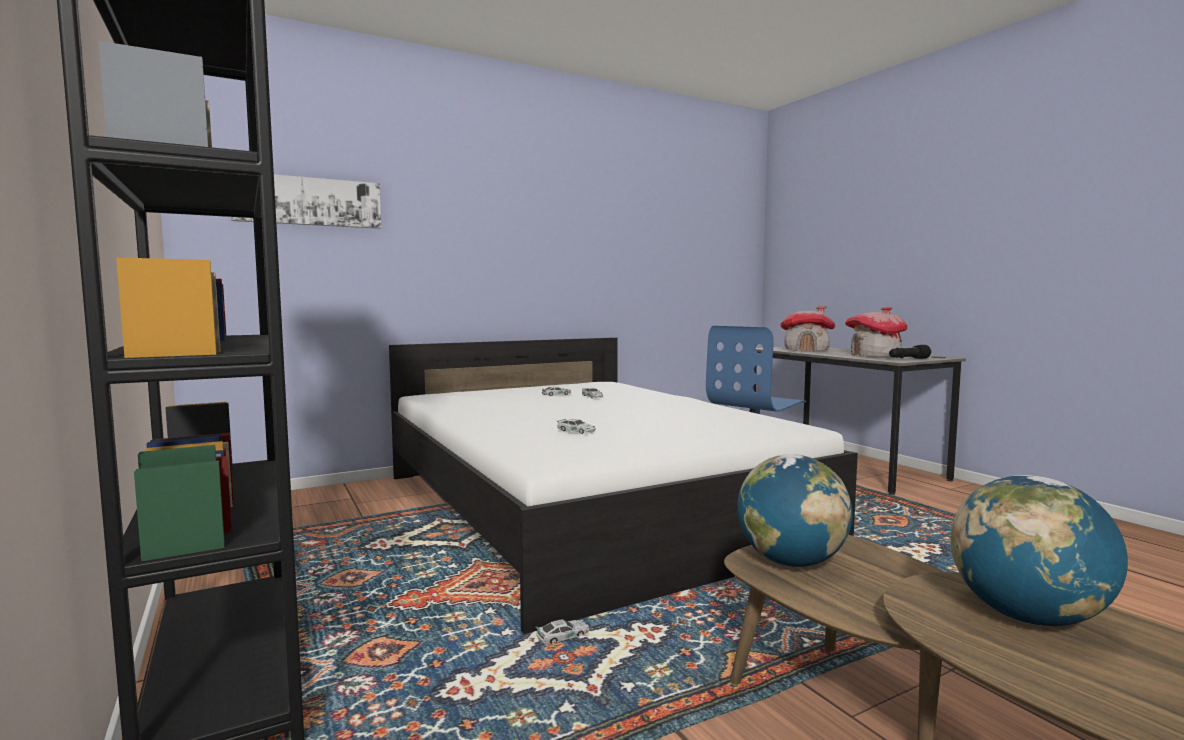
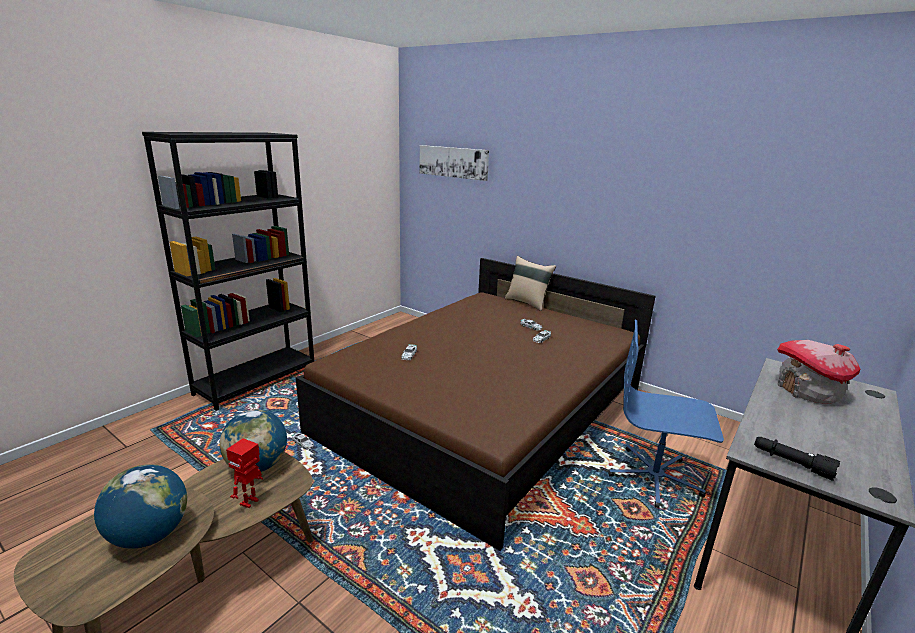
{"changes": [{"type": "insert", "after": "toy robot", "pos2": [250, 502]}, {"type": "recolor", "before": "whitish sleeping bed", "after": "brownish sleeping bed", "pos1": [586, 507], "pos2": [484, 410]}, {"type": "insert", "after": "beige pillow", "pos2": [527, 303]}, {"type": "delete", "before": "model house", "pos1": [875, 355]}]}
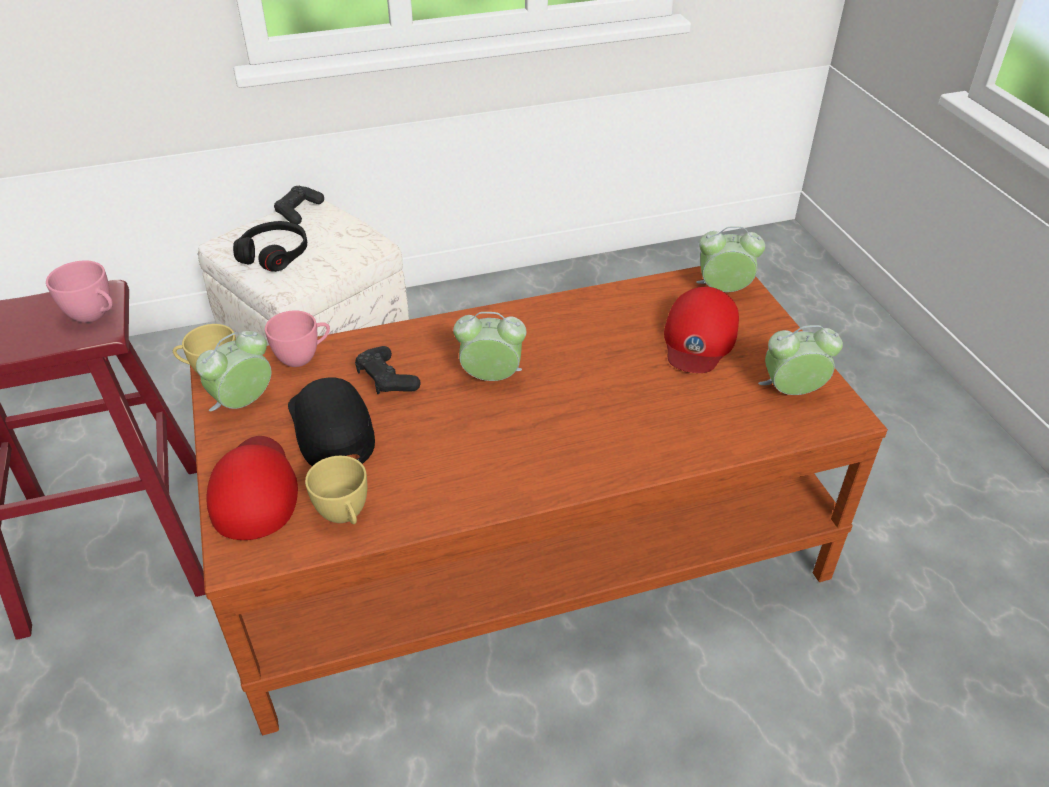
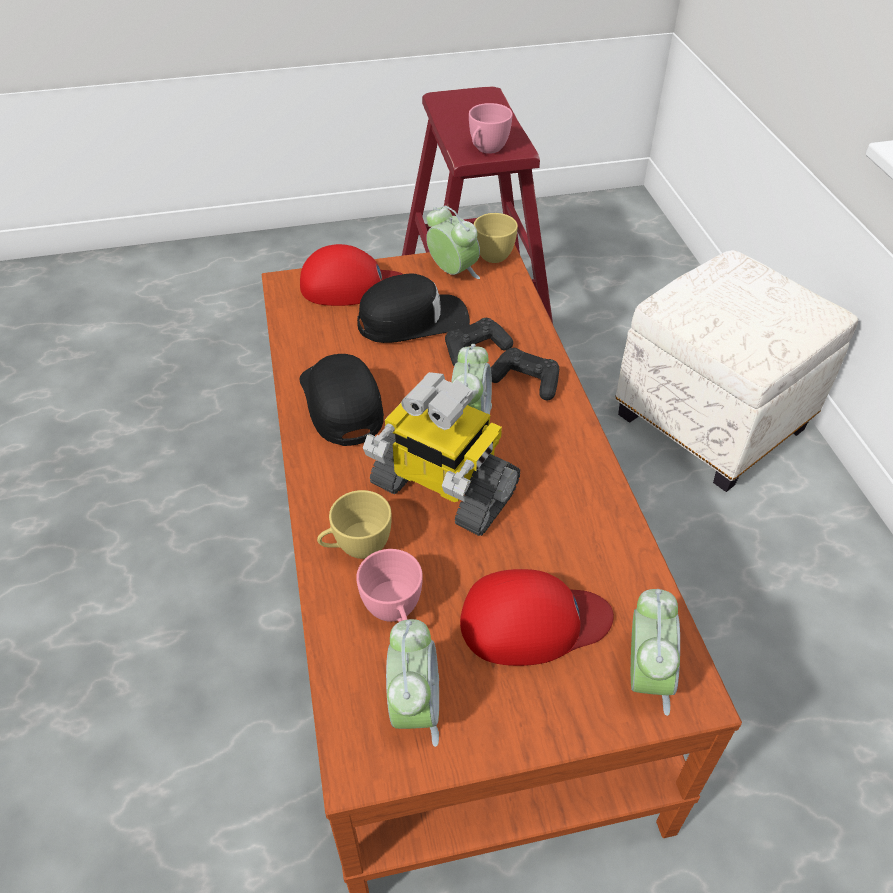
{"changes": [{"type": "insert", "after": "blackish peaked cap", "pos2": [342, 403]}, {"type": "move", "before": "yellowish drinking cup", "pos1": [345, 516], "pos2": [356, 547]}, {"type": "move", "before": "pink drinking cup", "pos1": [303, 356], "pos2": [394, 612]}, {"type": "insert", "after": "toy robot", "pos2": [442, 489]}, {"type": "rotate", "before": "red peaked cap", "pos1": [699, 338], "pos2": [533, 621], "turn": 150}, {"type": "move", "before": "blackish game controller", "pos1": [299, 211], "pos2": [525, 381]}, {"type": "delete", "before": "blackish pair of headphones", "pos1": [274, 254]}]}
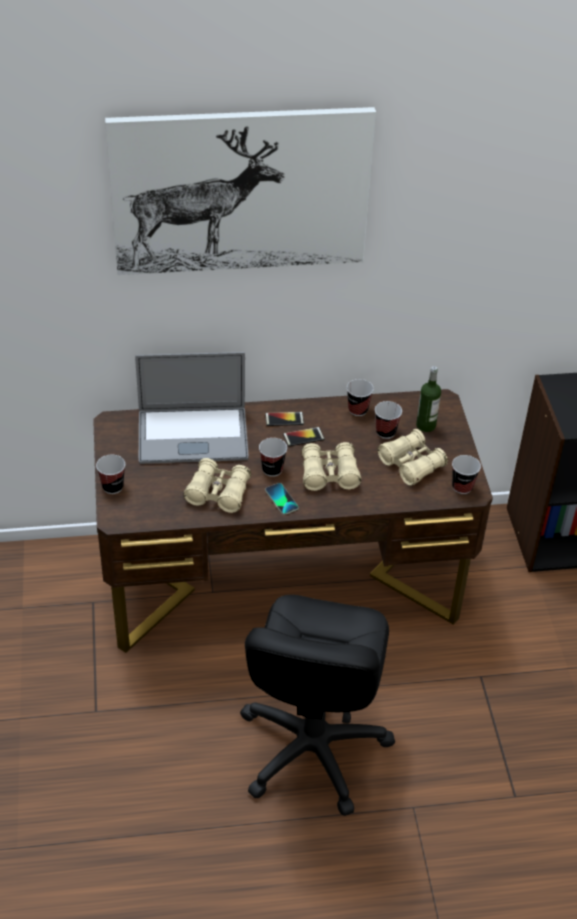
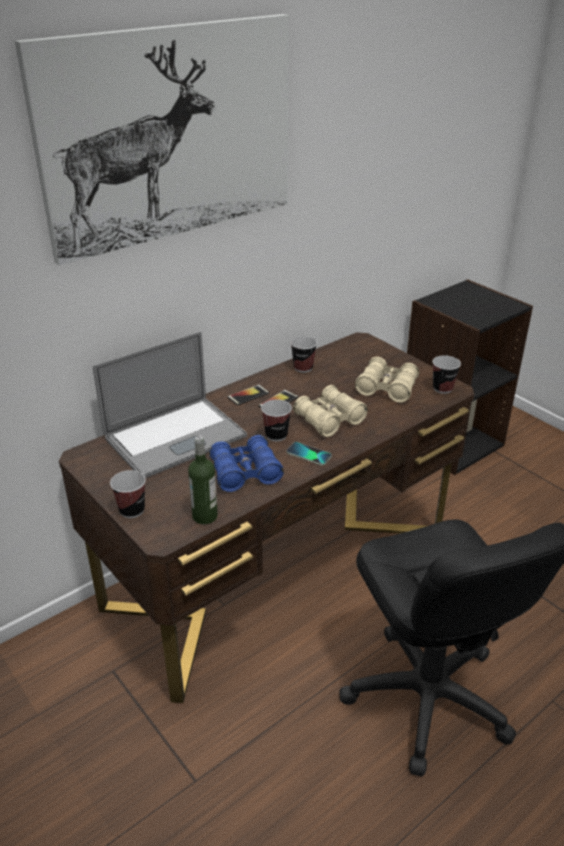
{"changes": [{"type": "move", "before": "bottle", "pos1": [426, 425], "pos2": [205, 516]}, {"type": "recolor", "before": "beige pair of binoculars", "after": "blue-coloured pair of binoculars", "pos1": [218, 493], "pos2": [245, 473]}, {"type": "delete", "before": "drinking cup", "pos1": [385, 432]}]}
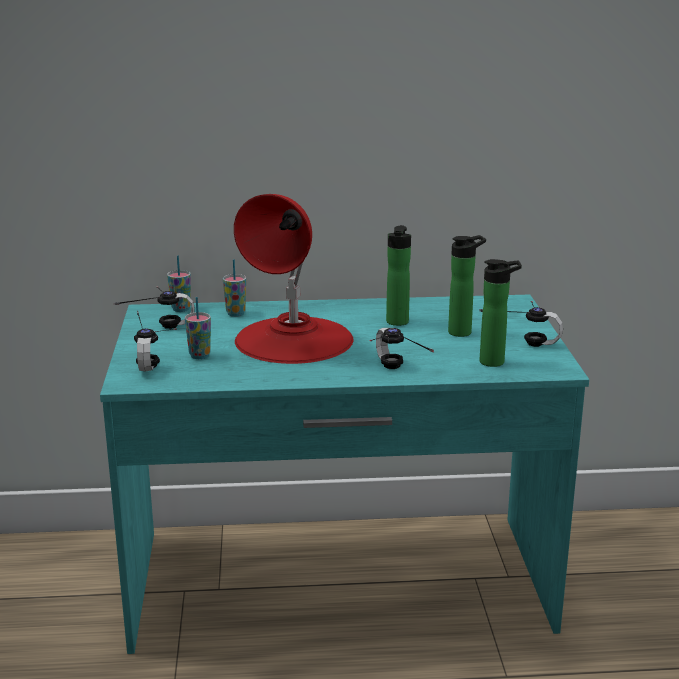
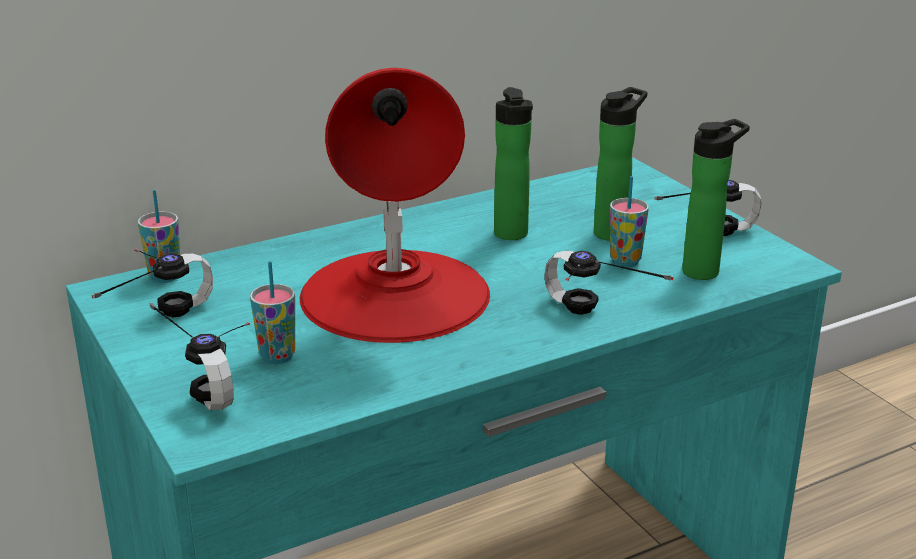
{"changes": [{"type": "move", "before": "drinking cup", "pos1": [235, 314], "pos2": [625, 261]}]}
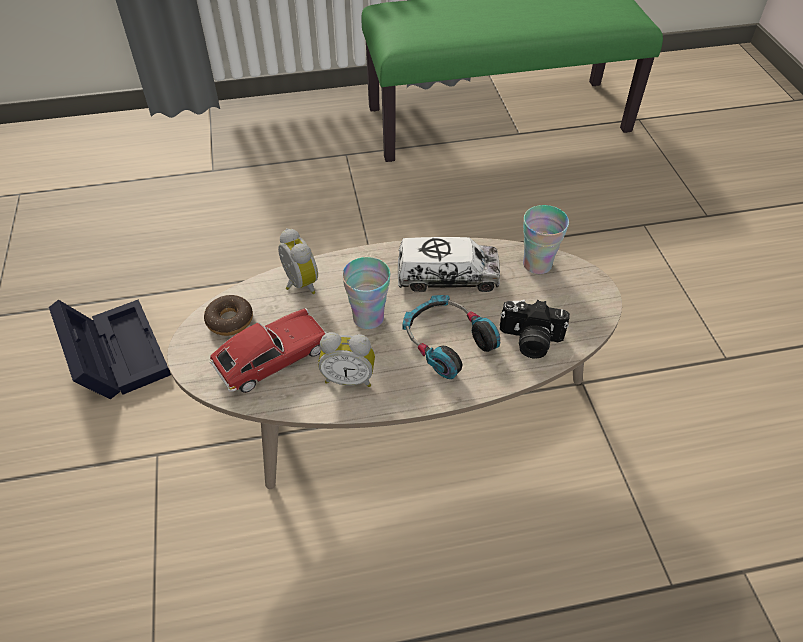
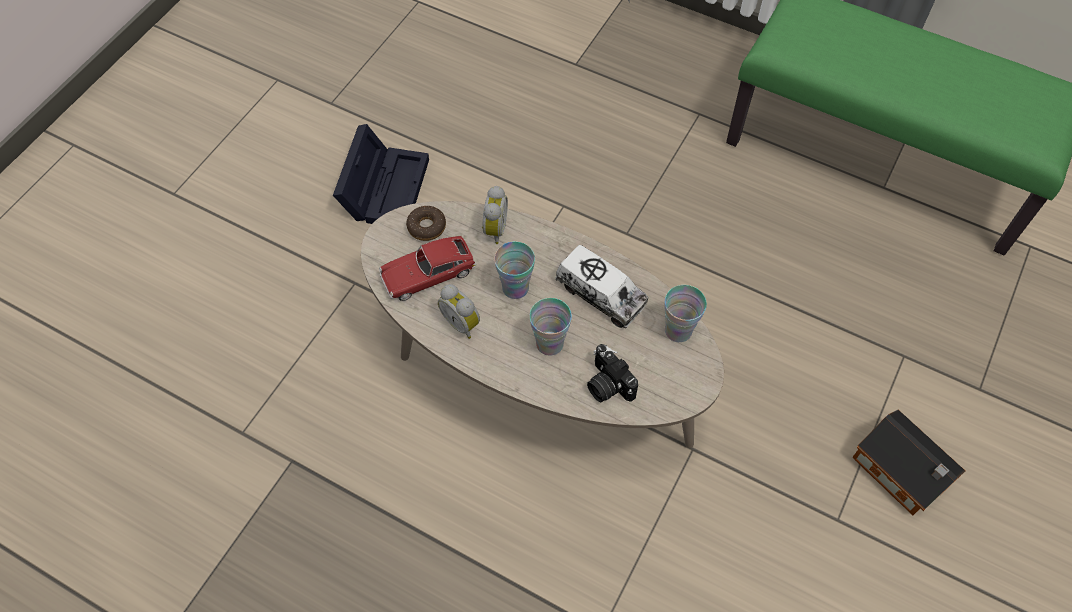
{"changes": [{"type": "rotate", "before": "miniature car", "pos1": [272, 358], "pos2": [428, 274], "turn": 150}, {"type": "replace", "before": "pair of headphones", "after": "drinking cup", "pos1": [446, 342], "pos2": [549, 343]}, {"type": "insert", "after": "model house", "pos2": [901, 474]}]}
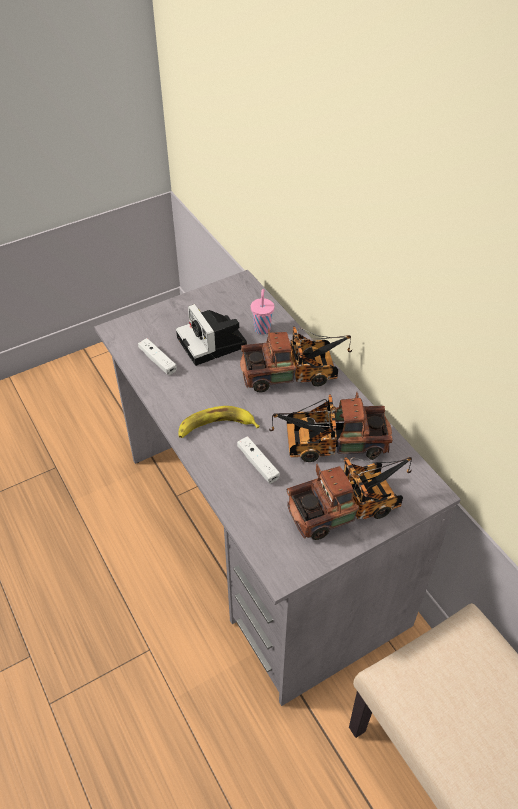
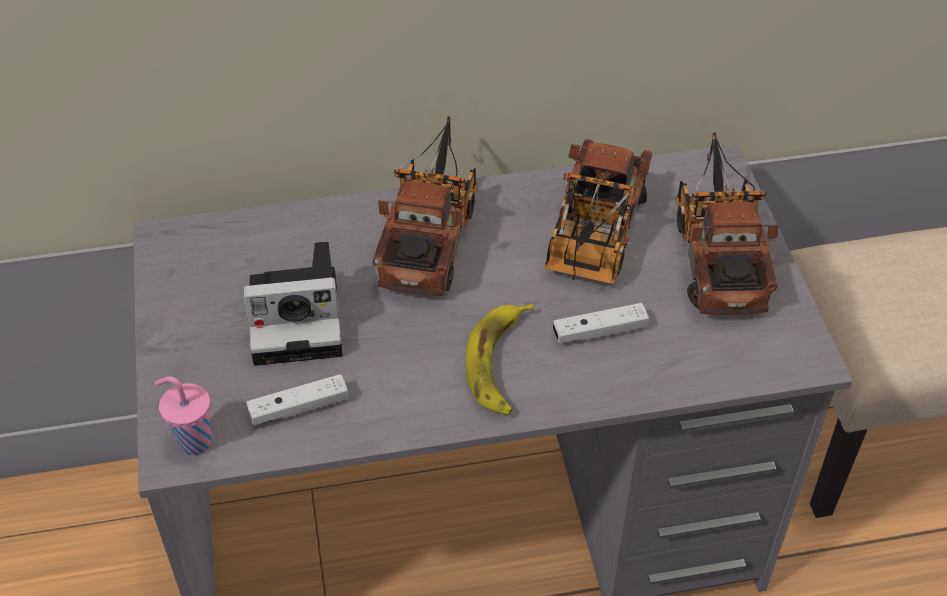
{"changes": [{"type": "move", "before": "pink drinking cup", "pos1": [262, 328], "pos2": [193, 441]}]}
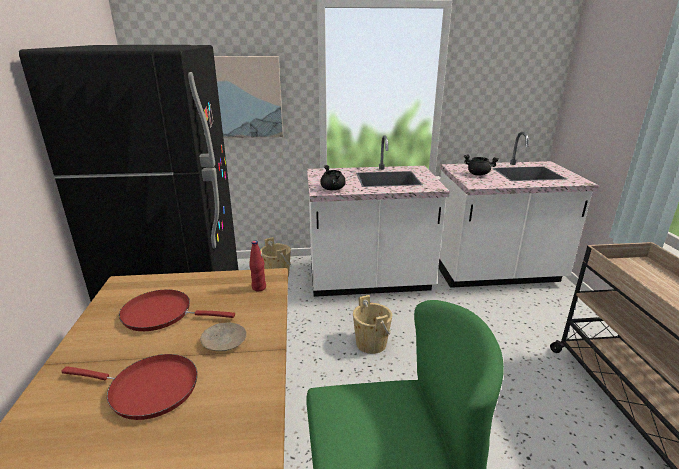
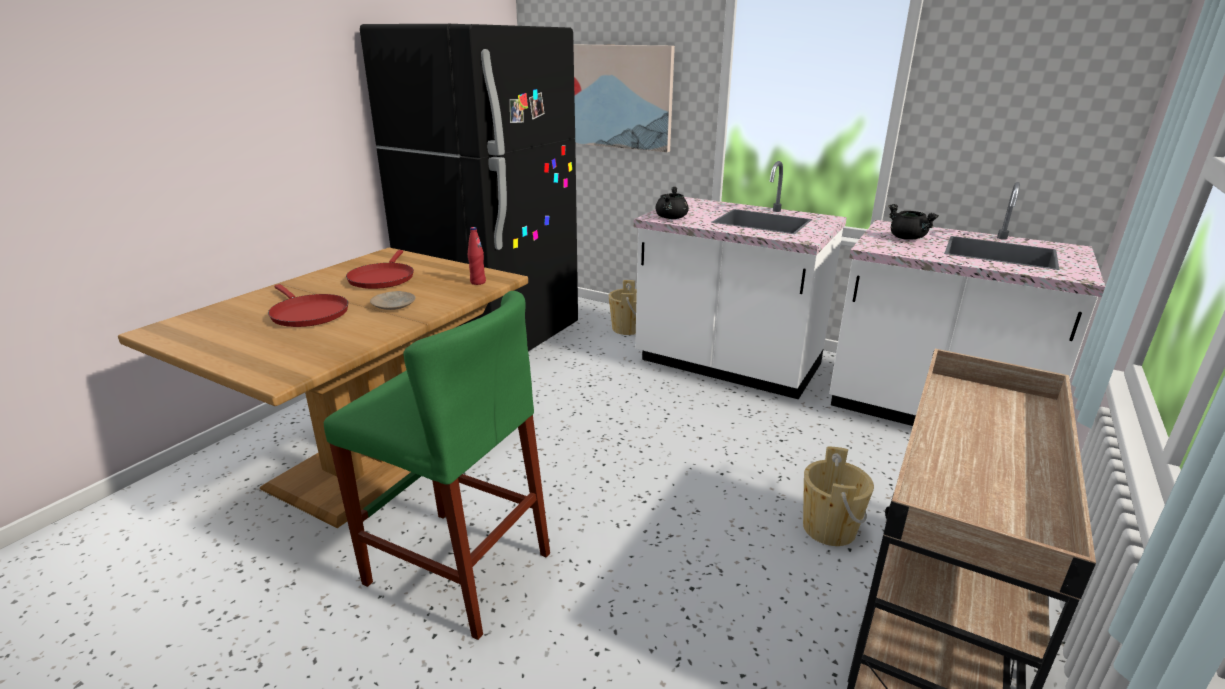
{"changes": [{"type": "rotate", "before": "red skillet", "pos1": [162, 314], "pos2": [382, 278], "turn": -135}, {"type": "move", "before": "beige pail", "pos1": [371, 343], "pos2": [829, 528]}]}
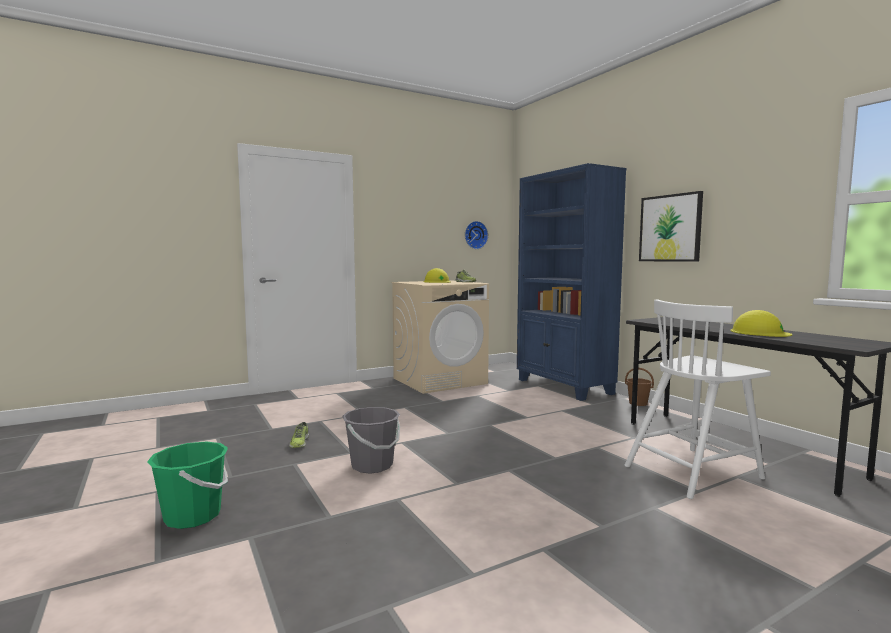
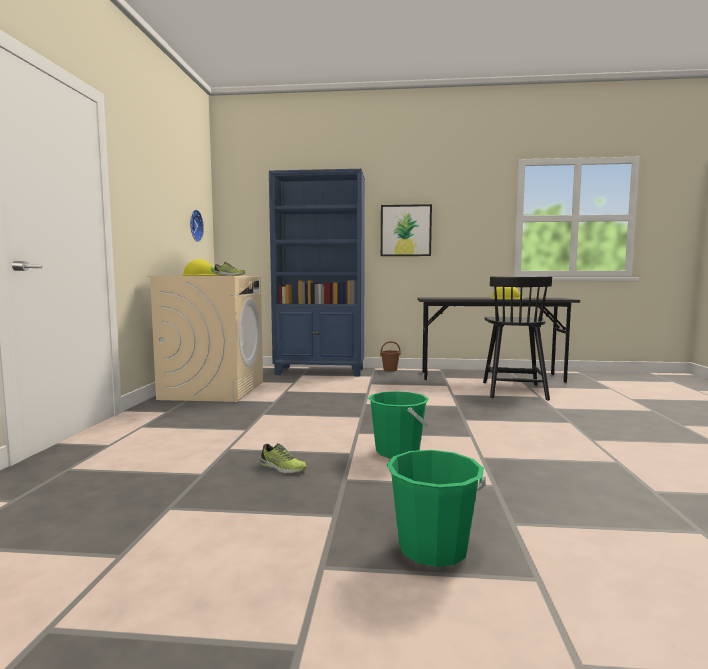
{"changes": [{"type": "recolor", "before": "gray pail", "after": "greenish pail", "pos1": [372, 465], "pos2": [398, 452]}, {"type": "recolor", "before": "whitish upright chair", "after": "blackish upright chair", "pos1": [693, 471], "pos2": [514, 390]}]}
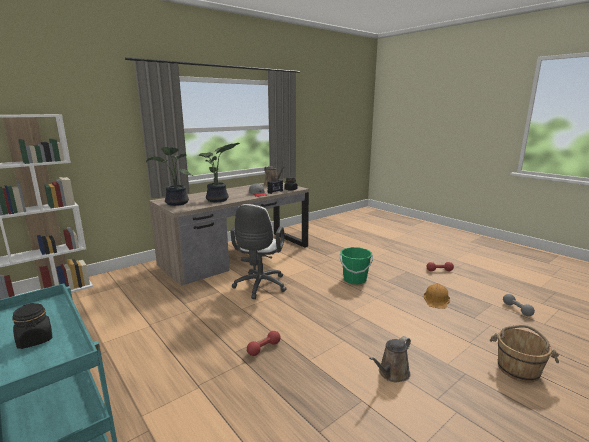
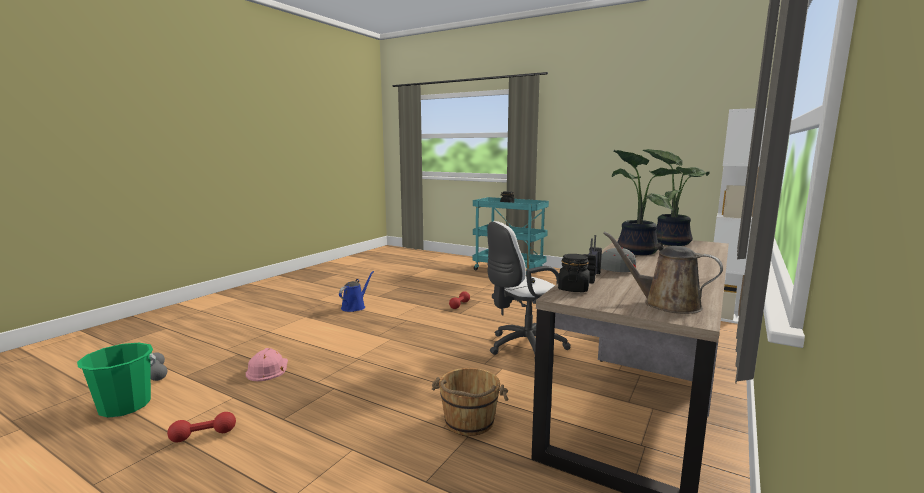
{"changes": [{"type": "move", "before": "greenish pail", "pos1": [354, 279], "pos2": [125, 406]}, {"type": "recolor", "before": "orange-coloured hard hat", "after": "pink hard hat", "pos1": [436, 299], "pos2": [268, 369]}, {"type": "recolor", "before": "brownish watering can", "after": "blue-coloured watering can", "pos1": [392, 374], "pos2": [355, 307]}, {"type": "move", "before": "brownish pail", "pos1": [518, 369], "pos2": [468, 422]}, {"type": "rotate", "before": "whitish desk chair", "pos1": [259, 287], "pos2": [522, 347], "turn": -105}]}
